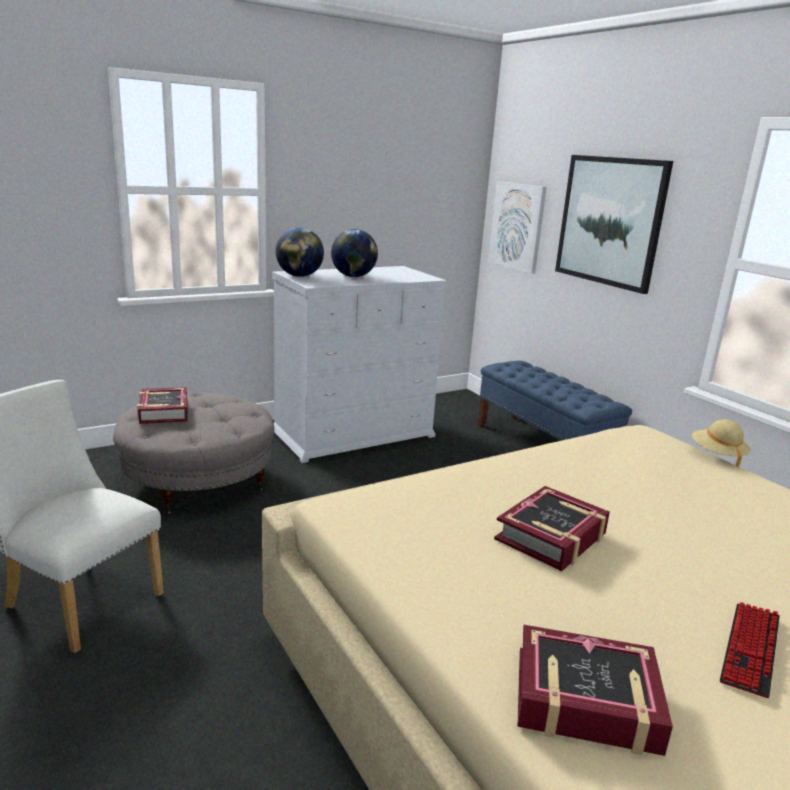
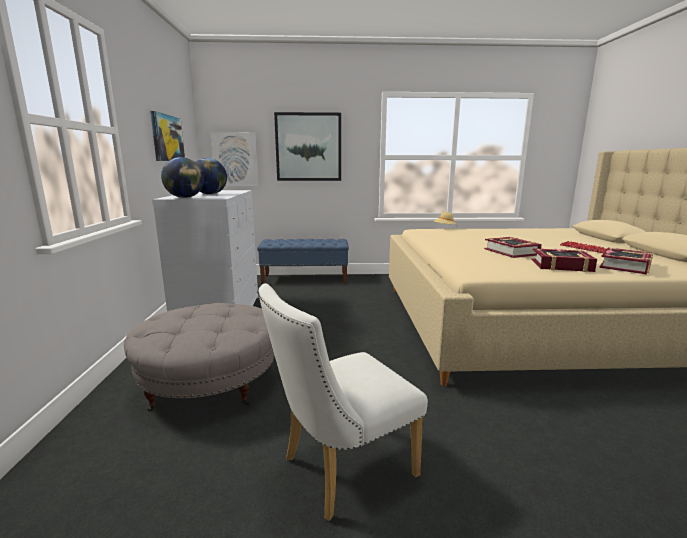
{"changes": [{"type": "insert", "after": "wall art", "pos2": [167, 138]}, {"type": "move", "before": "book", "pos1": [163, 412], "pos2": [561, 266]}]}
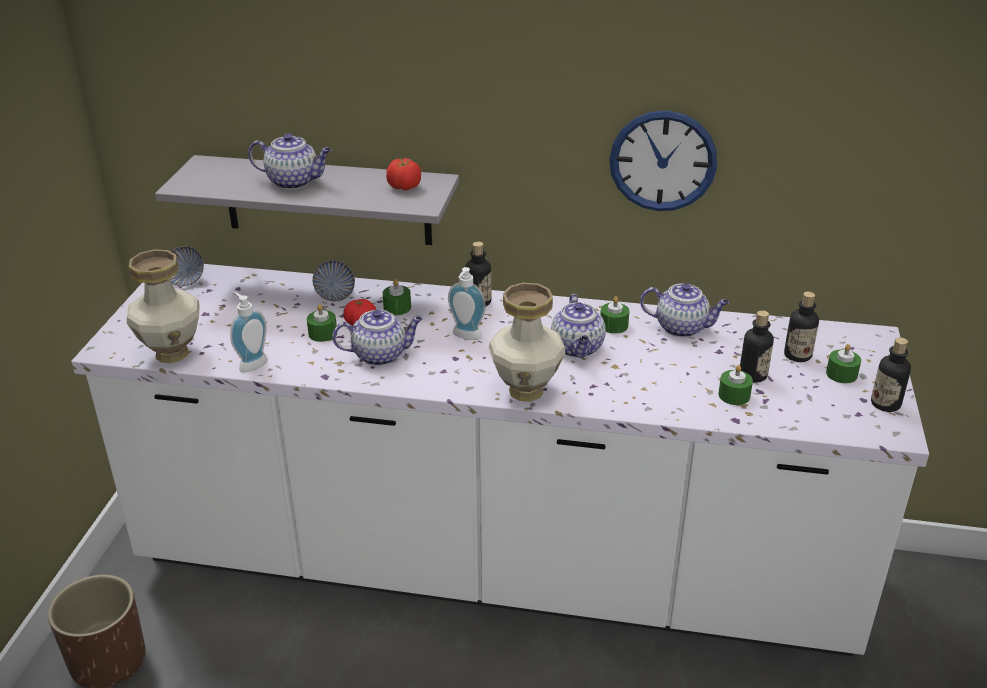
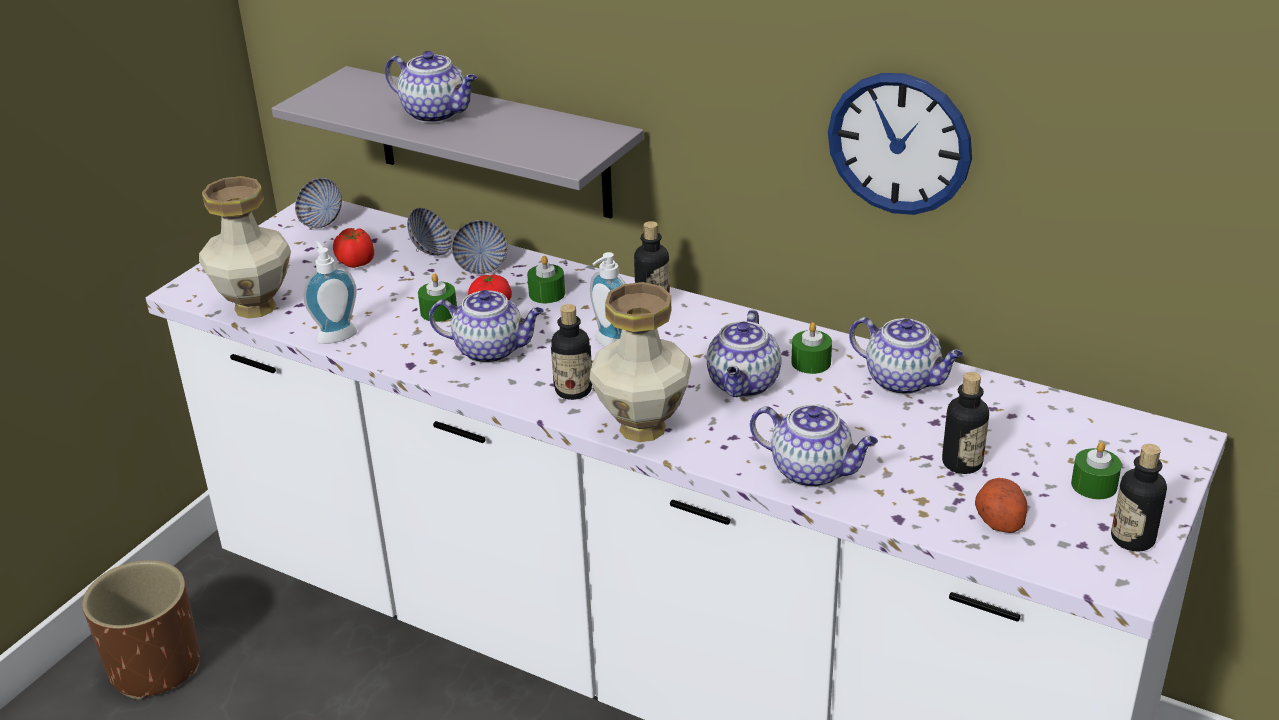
{"changes": [{"type": "move", "before": "whole tomato", "pos1": [404, 187], "pos2": [355, 263]}, {"type": "insert", "after": "deep dish", "pos2": [431, 250]}, {"type": "move", "before": "bottle", "pos1": [797, 355], "pos2": [573, 390]}, {"type": "insert", "after": "pot for tea", "pos2": [813, 471]}, {"type": "insert", "after": "spud", "pos2": [999, 518]}, {"type": "delete", "before": "greenish candle", "pos1": [734, 395]}]}
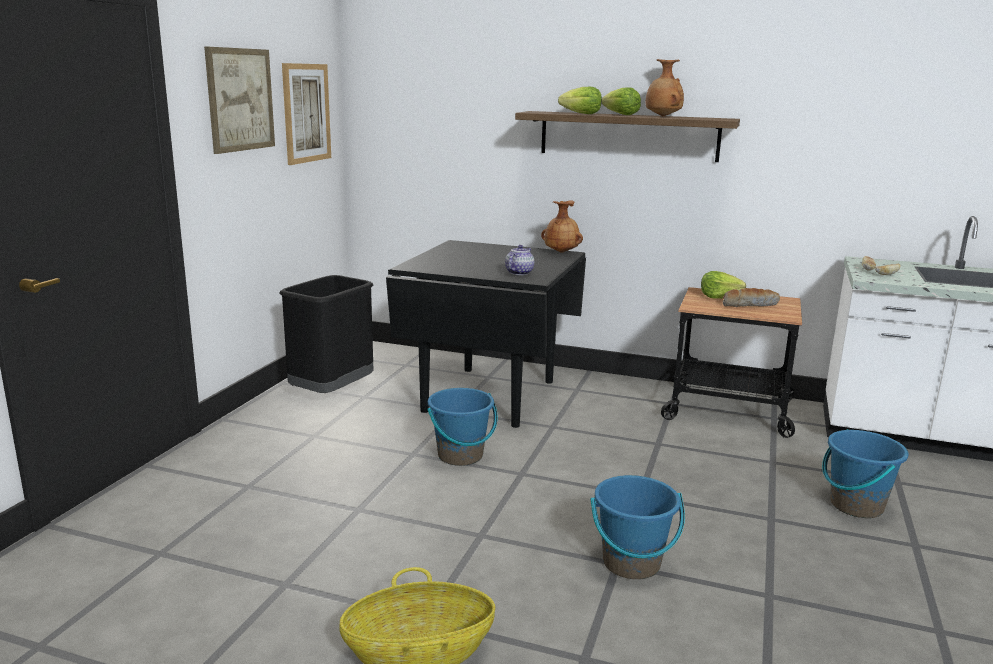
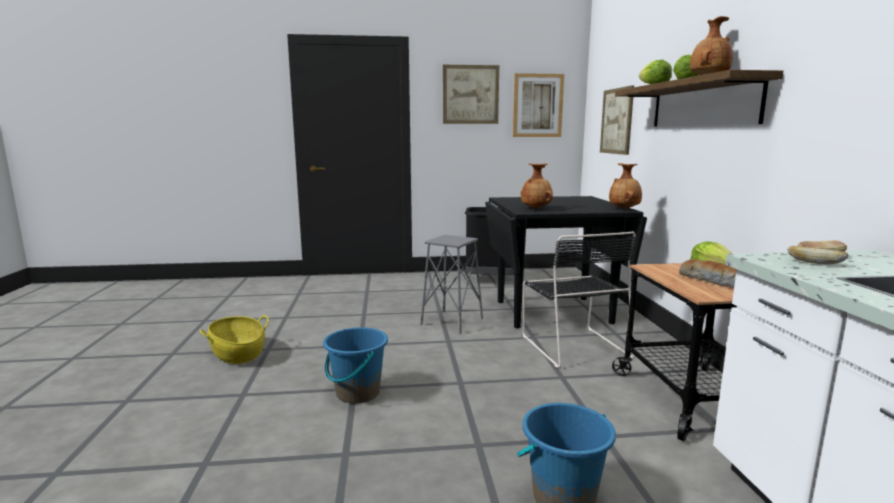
{"changes": [{"type": "replace", "before": "blue-coloured pail", "after": "gray sitting stool", "pos1": [460, 456], "pos2": [452, 322]}, {"type": "replace", "before": "pot for tea", "after": "brownish flower vase", "pos1": [519, 272], "pos2": [536, 208]}, {"type": "insert", "after": "blackish upright chair", "pos2": [573, 345]}, {"type": "insert", "after": "wall art", "pos2": [616, 121]}]}
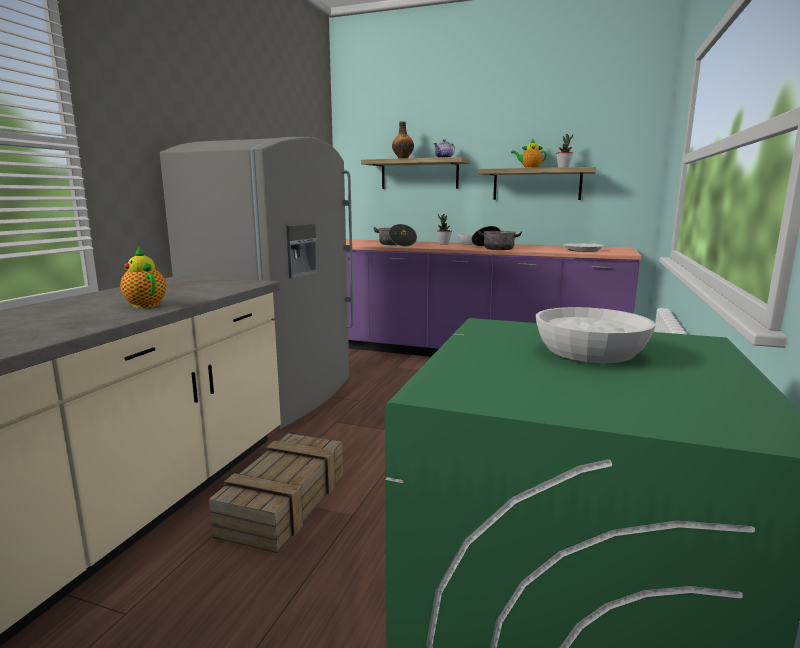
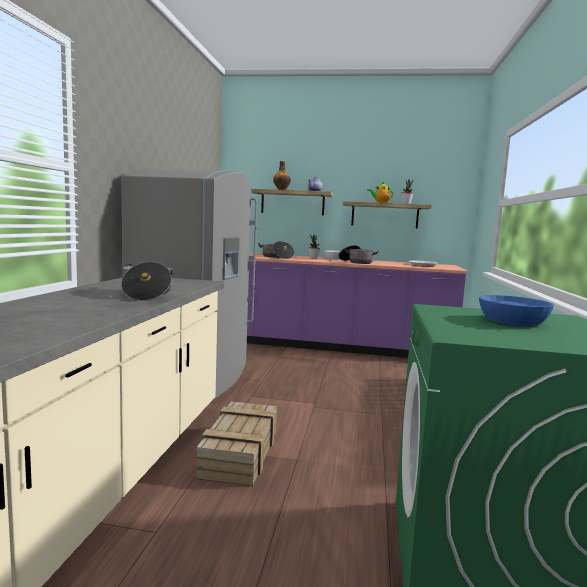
{"changes": [{"type": "replace", "before": "pot for tea", "after": "saucepot", "pos1": [144, 305], "pos2": [147, 294]}, {"type": "recolor", "before": "whitish deep dish", "after": "blue-coloured deep dish", "pos1": [591, 352], "pos2": [513, 321]}]}
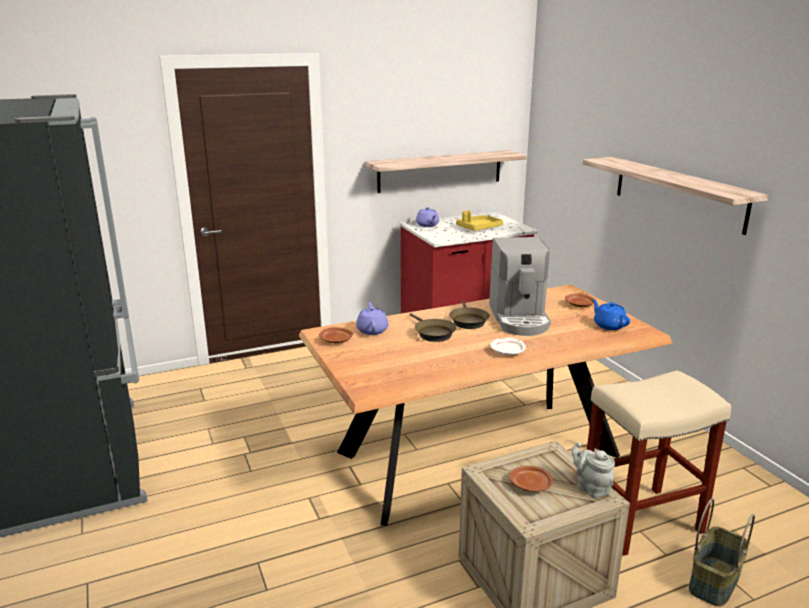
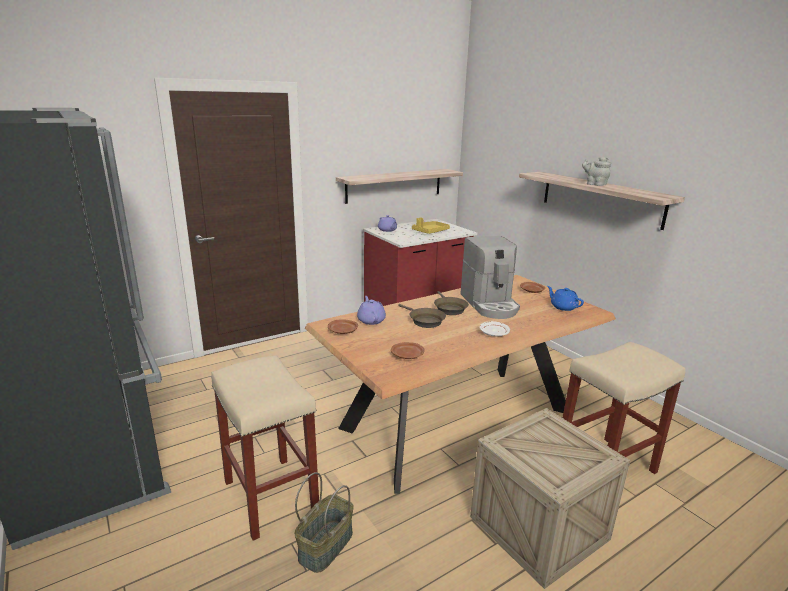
{"changes": [{"type": "insert", "after": "beige sitting stool", "pos2": [269, 495]}, {"type": "move", "before": "household basket", "pos1": [713, 580], "pos2": [325, 545]}, {"type": "move", "before": "brownish flat dish", "pos1": [531, 485], "pos2": [408, 356]}, {"type": "move", "before": "gray pot for tea", "pos1": [591, 488], "pos2": [594, 184]}]}
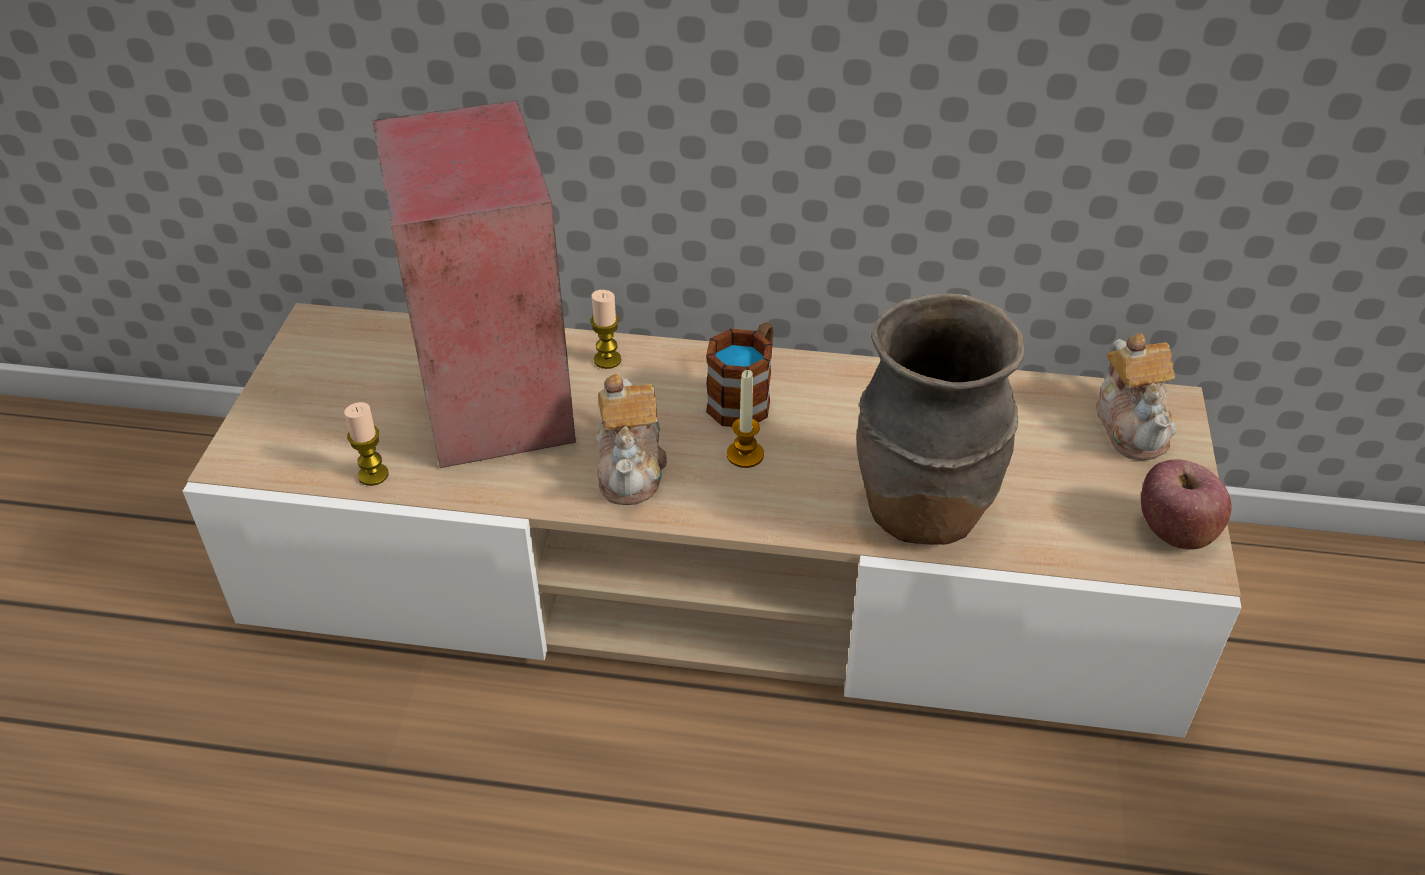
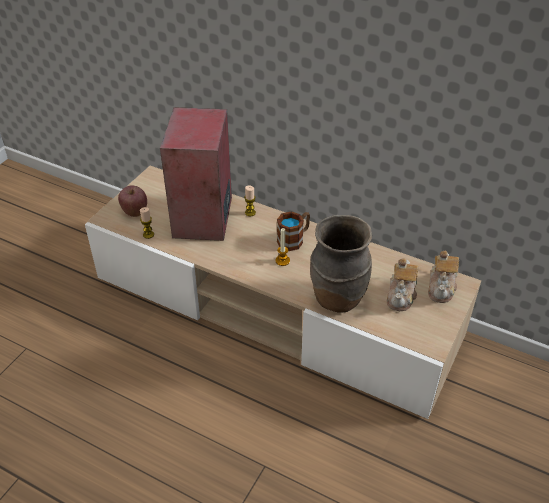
{"changes": [{"type": "move", "before": "apple fruit", "pos1": [1174, 531], "pos2": [135, 211]}, {"type": "move", "before": "pot for tea", "pos1": [631, 467], "pos2": [401, 296]}]}
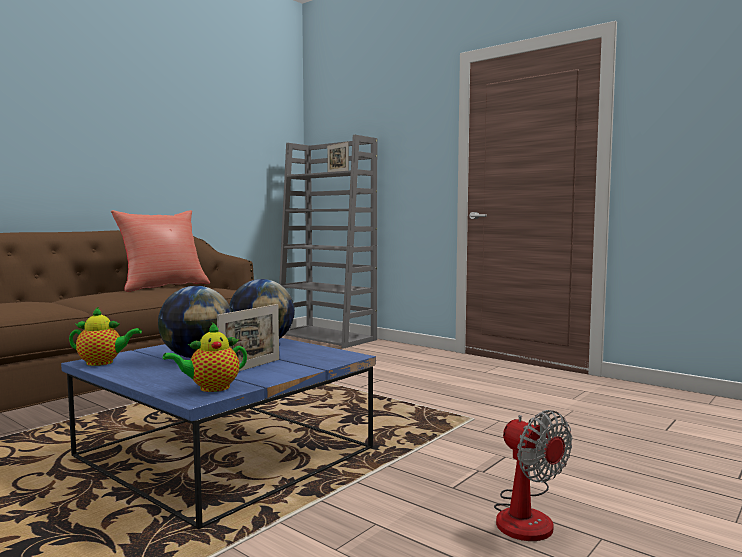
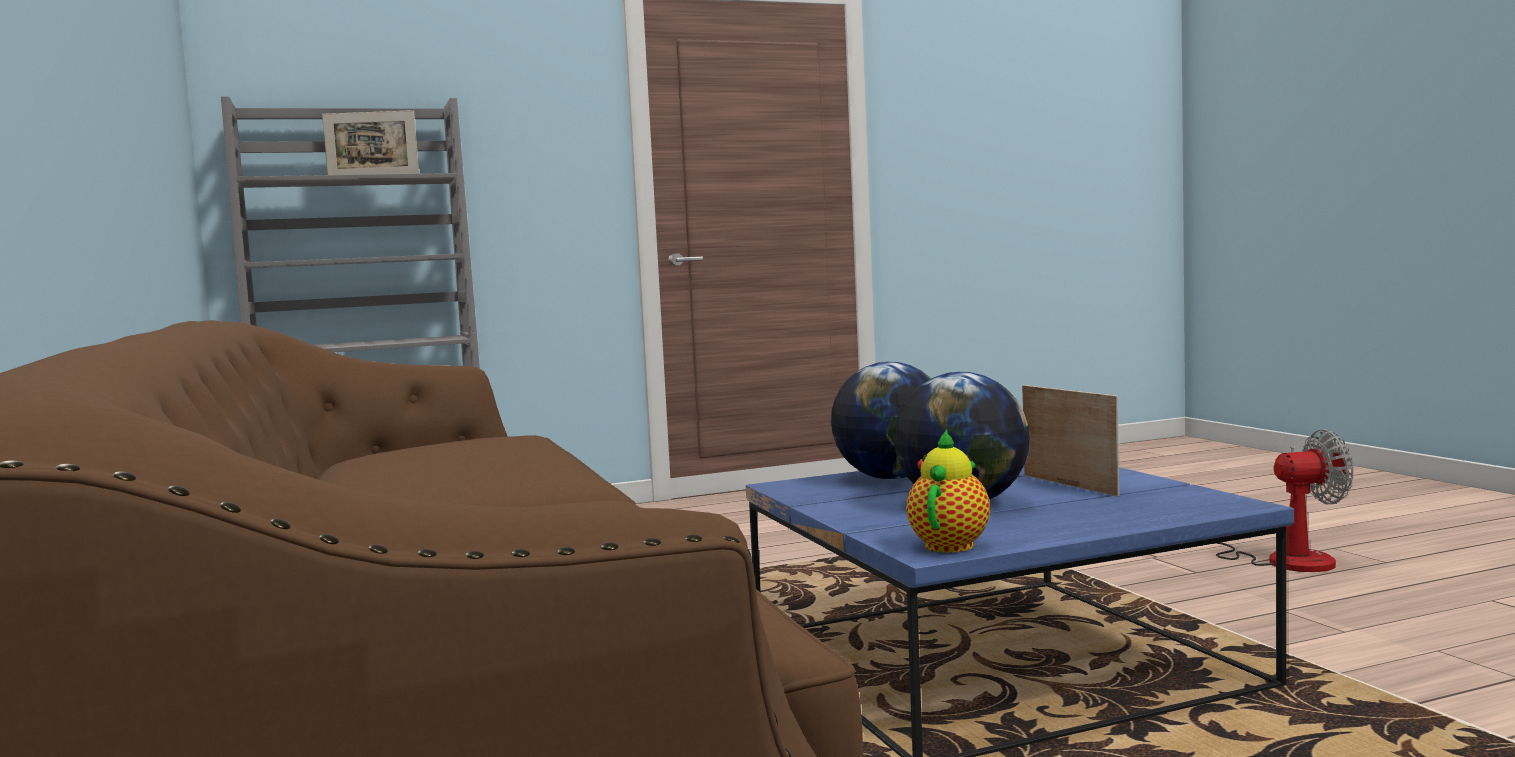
{"changes": [{"type": "delete", "before": "red pillow", "pos1": [163, 286]}, {"type": "delete", "before": "pot for tea", "pos1": [211, 388]}]}
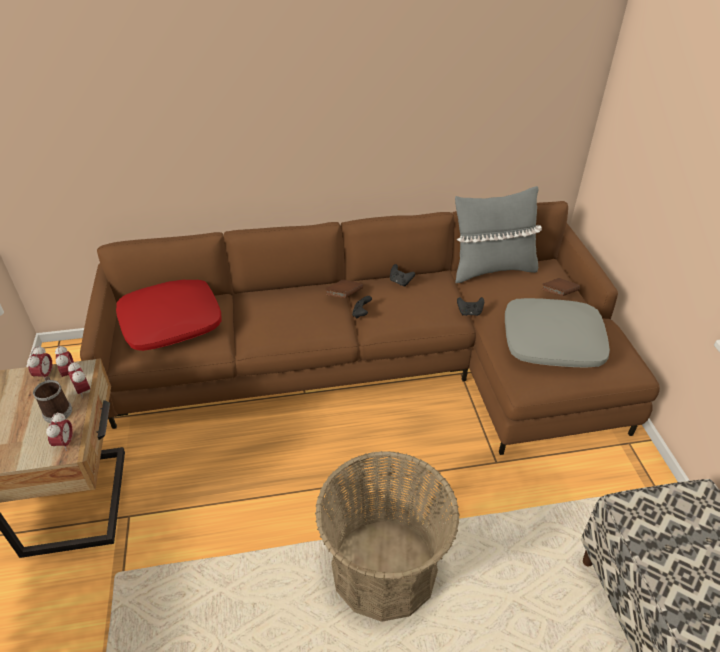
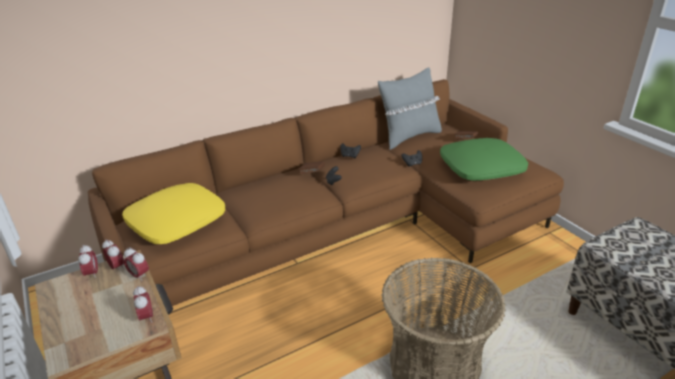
{"changes": [{"type": "recolor", "before": "red pillow", "after": "yellowish pillow", "pos1": [171, 322], "pos2": [177, 221]}, {"type": "recolor", "before": "gray pillow", "after": "greenish pillow", "pos1": [552, 341], "pos2": [481, 167]}, {"type": "delete", "before": "coffee mug", "pos1": [57, 409]}]}
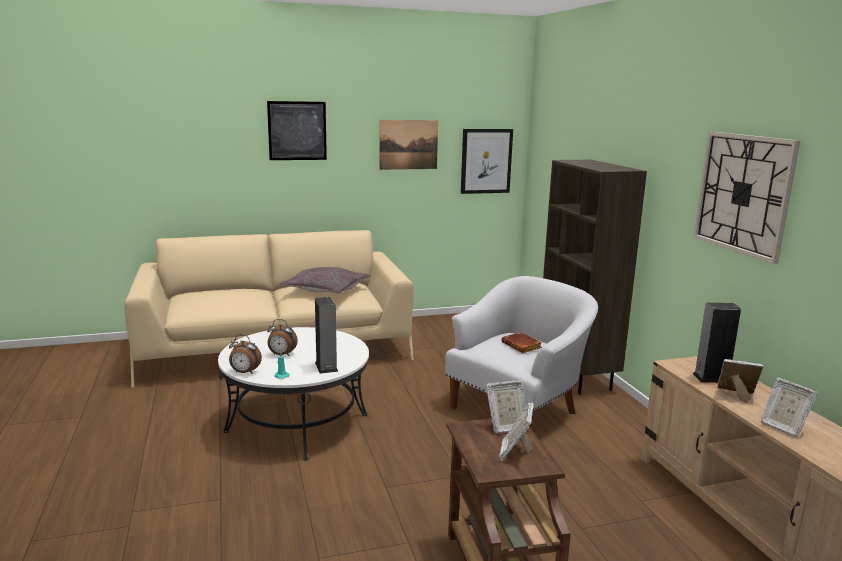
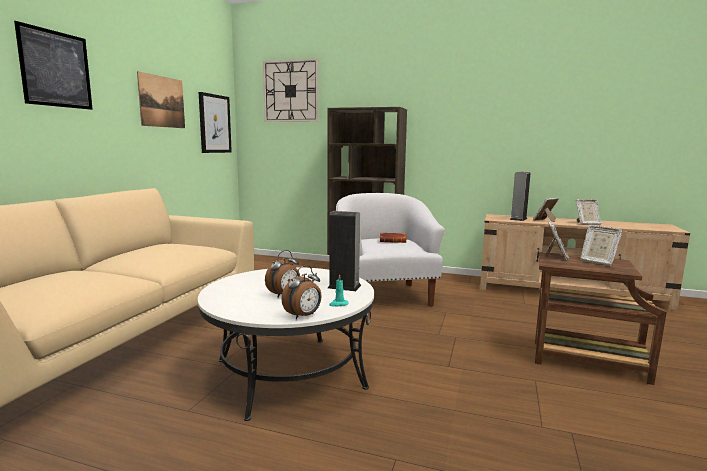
{"changes": [{"type": "move", "before": "clock on the wall", "pos1": [743, 193], "pos2": [291, 91]}, {"type": "delete", "before": "gray pillow", "pos1": [326, 289]}]}
